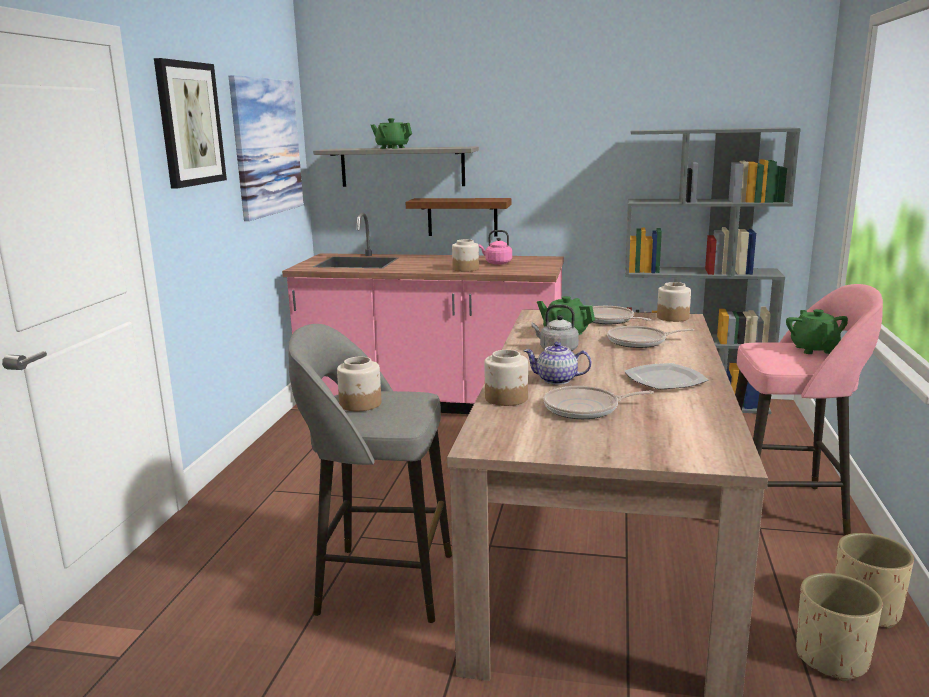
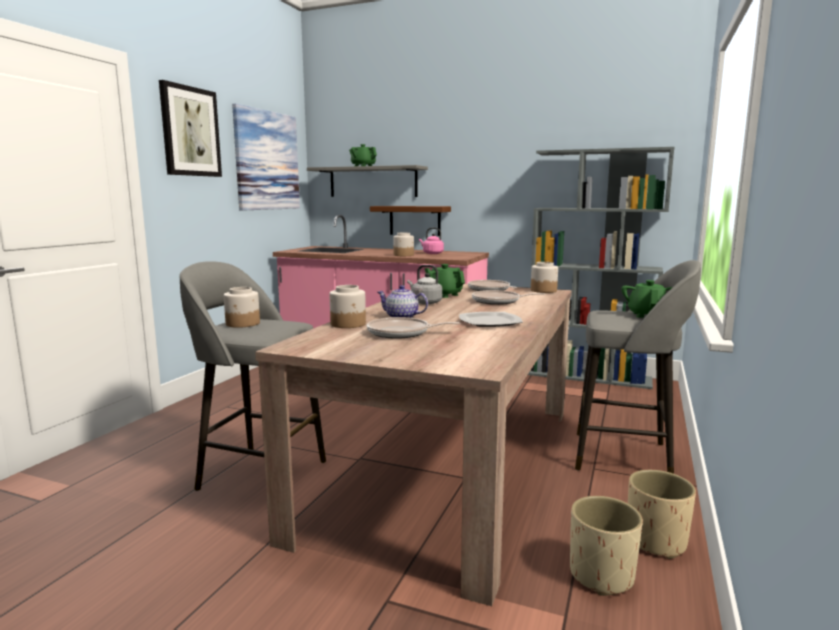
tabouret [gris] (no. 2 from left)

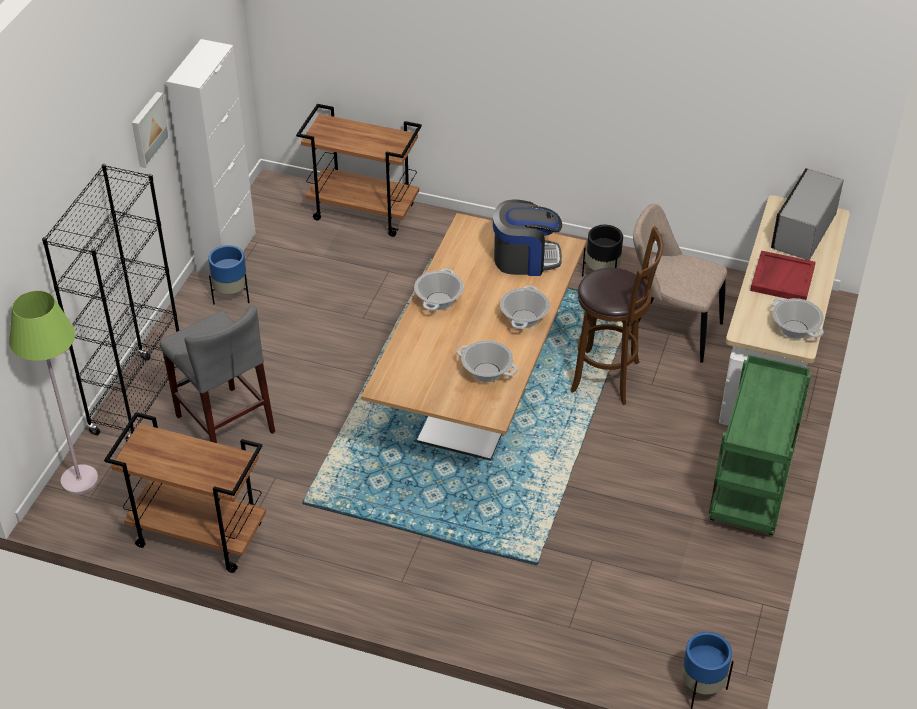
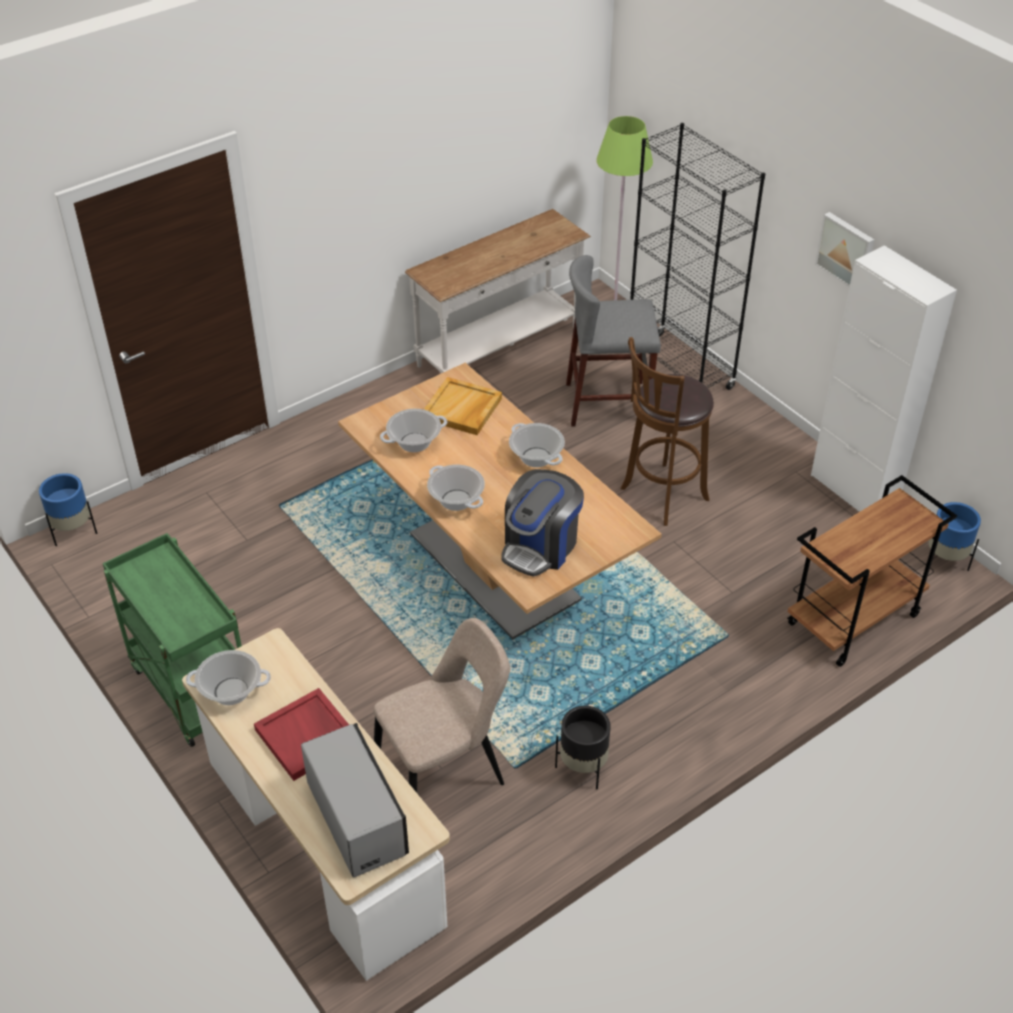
tabouret [marron]; cache-pot [bleu] (no. 2 from left); table console [blanc]; plateau [beige]

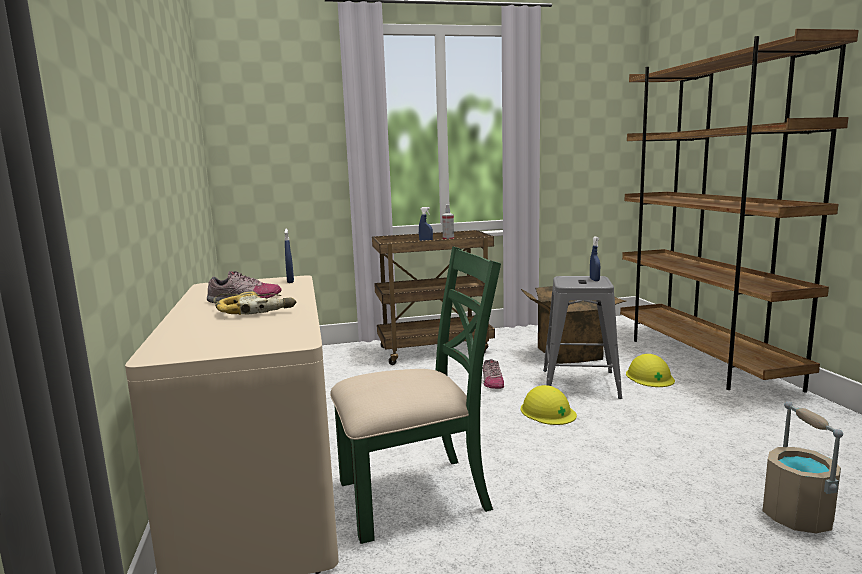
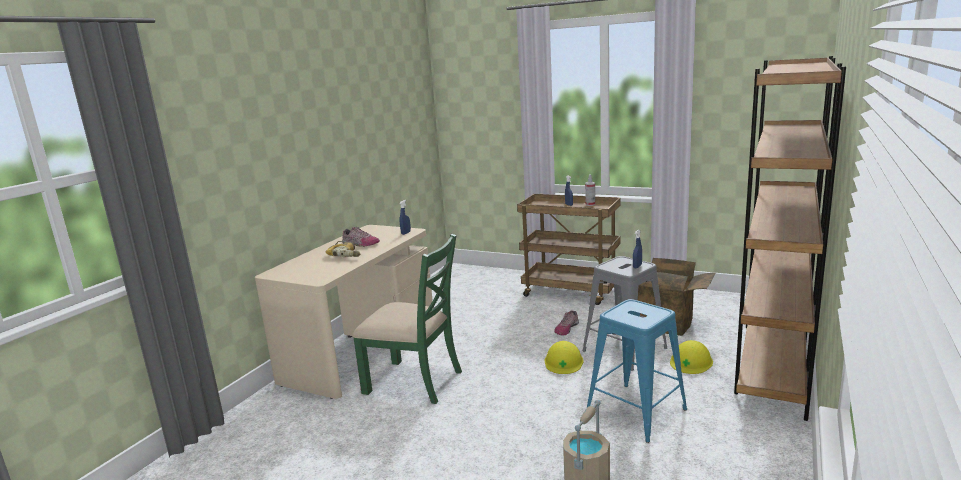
tabouret [bleu]

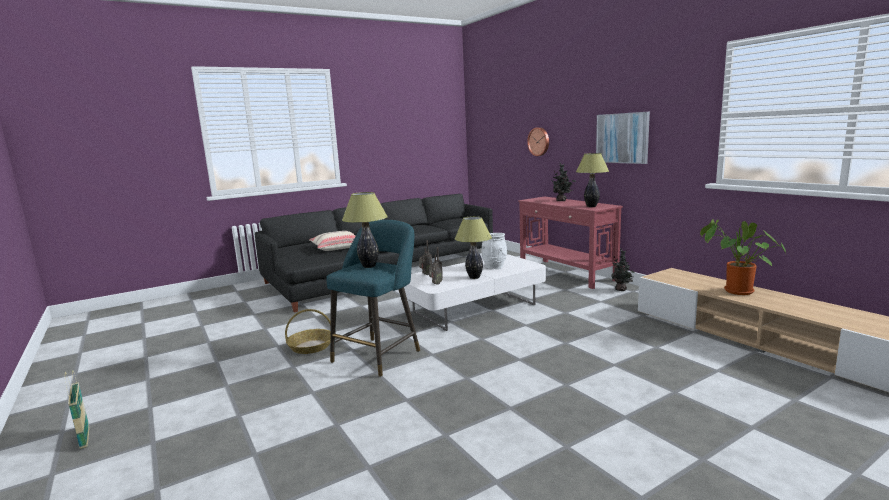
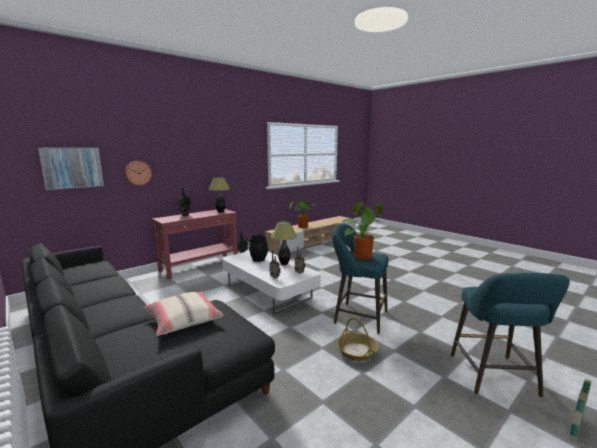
tableau; plante en pot (no. 4 from left); vase [noir]; tabouret [turquoise] (no. 2 from left)

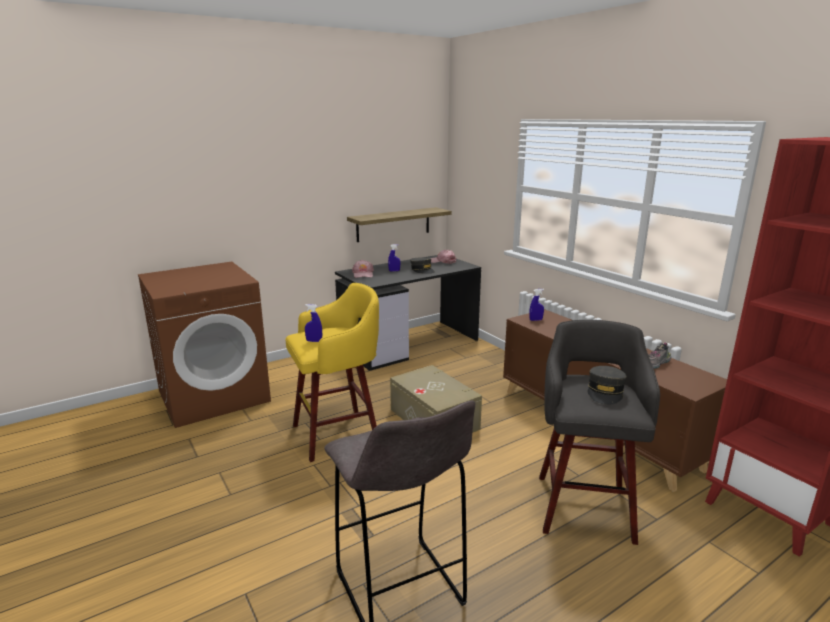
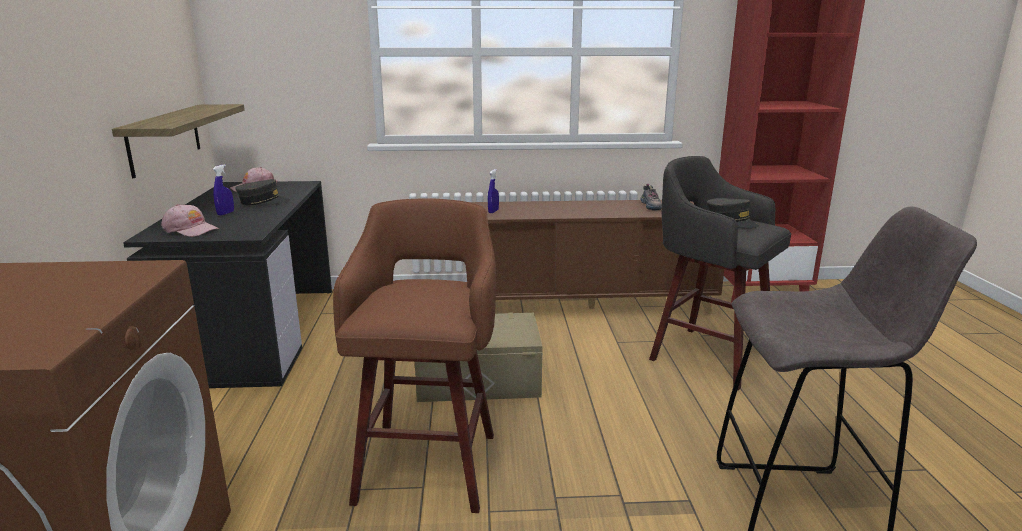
tabouret [marron]; vaporisateur [bleu] (no. 1 from left in the first image)

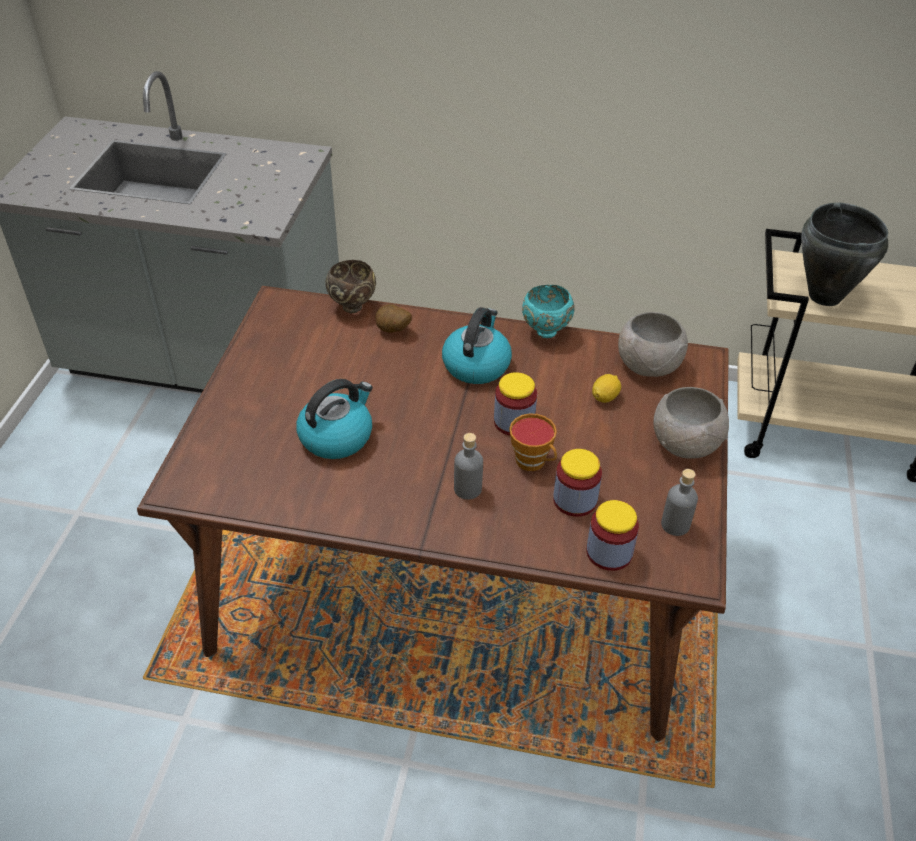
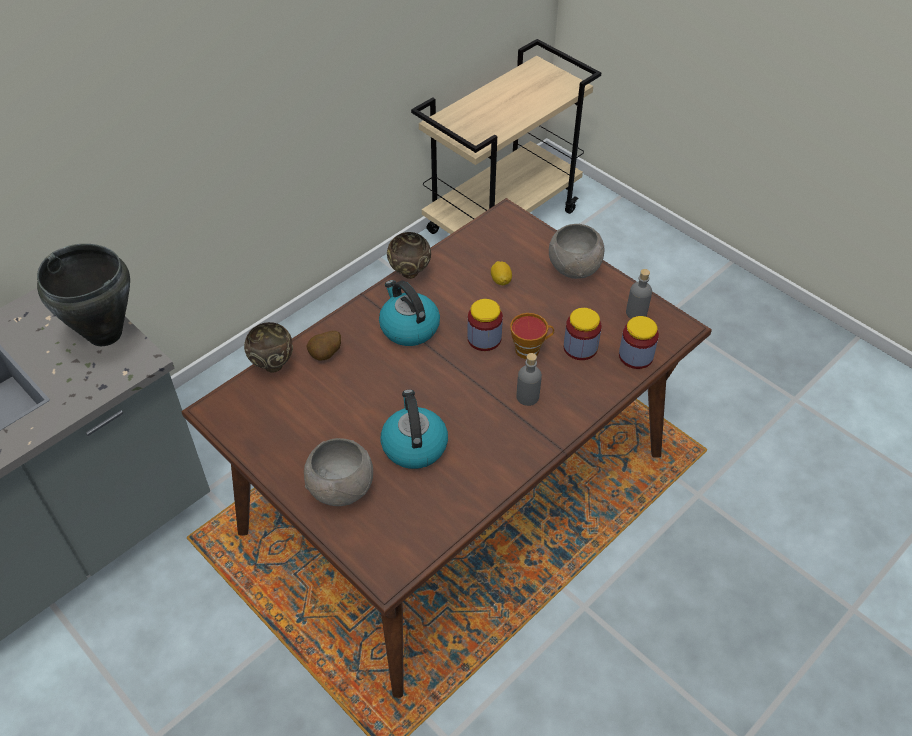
marmite [noir]; bol [marron] (no. 2 from left); bol [gris] (no. 1 from left)

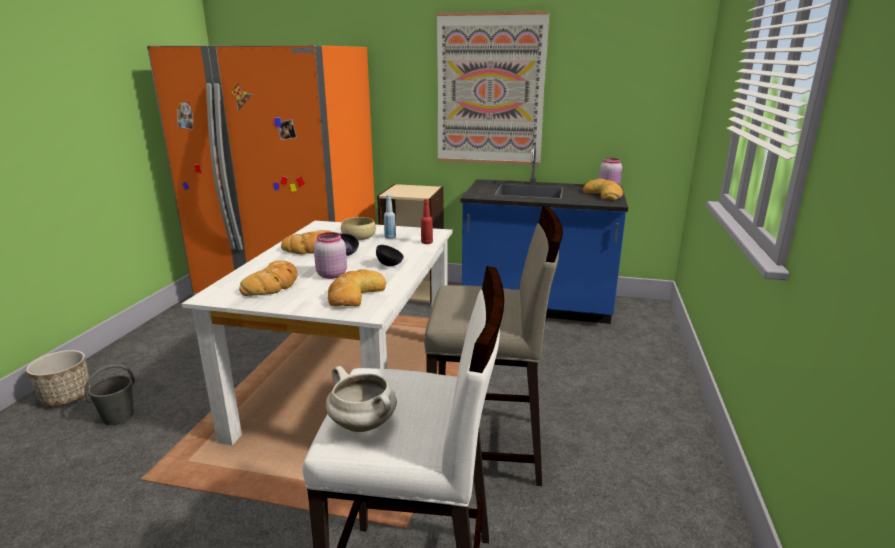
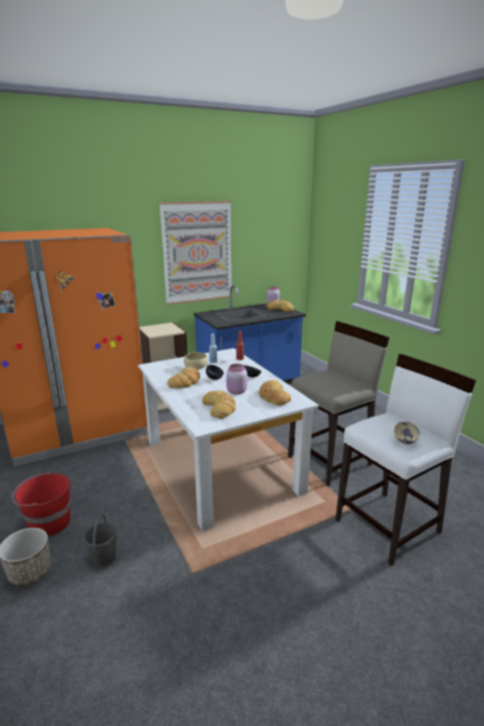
bol [beige] (no. 2 from left); seau [rouge]

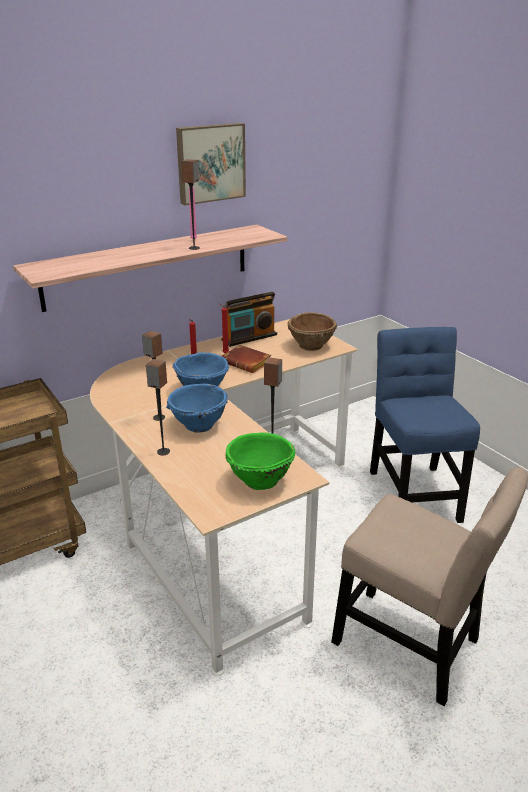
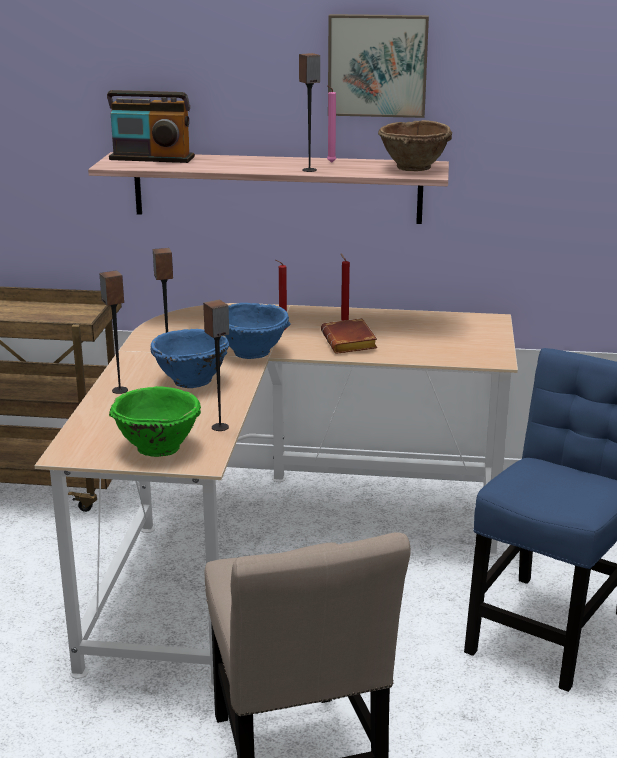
radio; bol [marron]

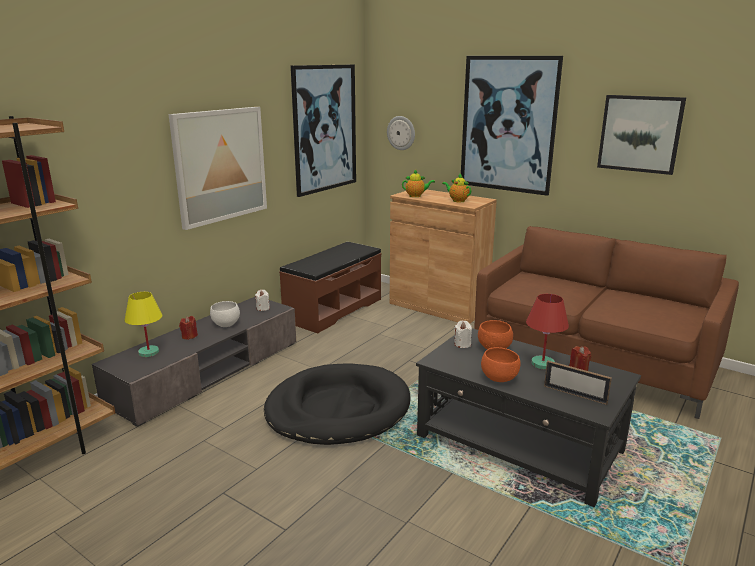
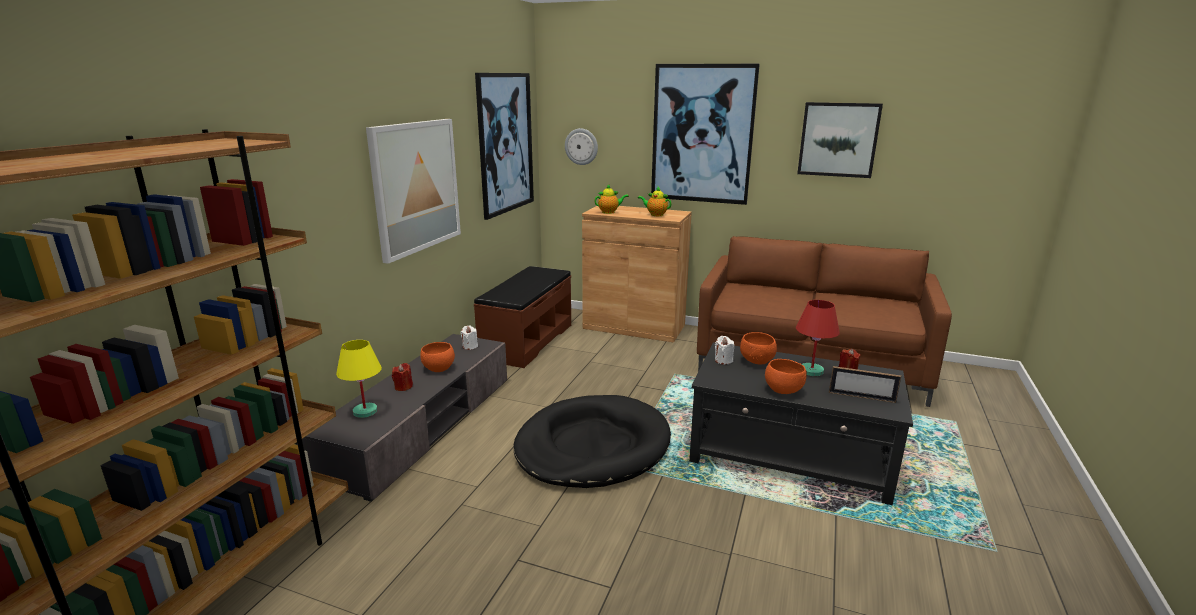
bol [orange] (no. 1 from left)

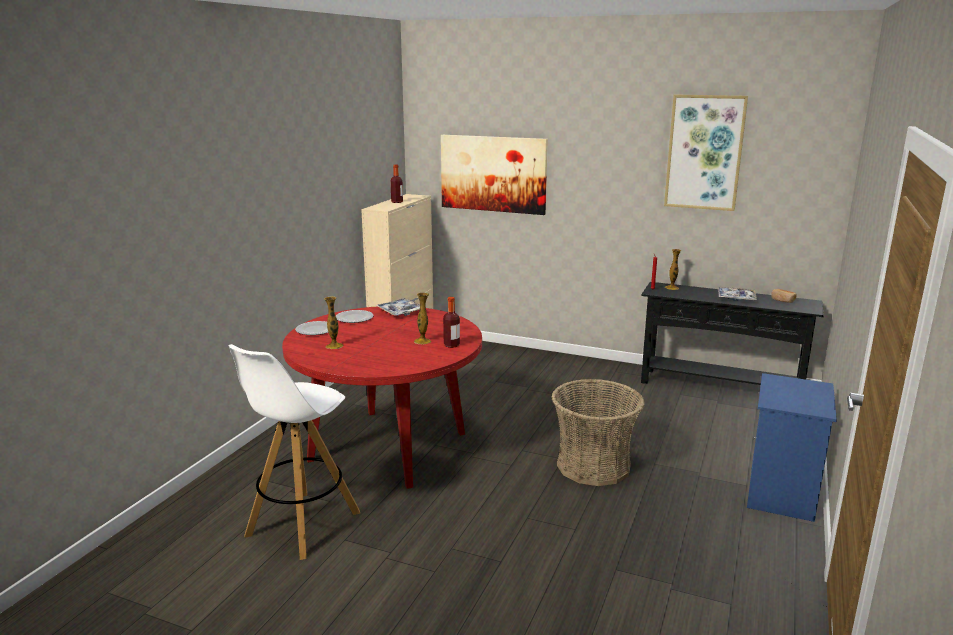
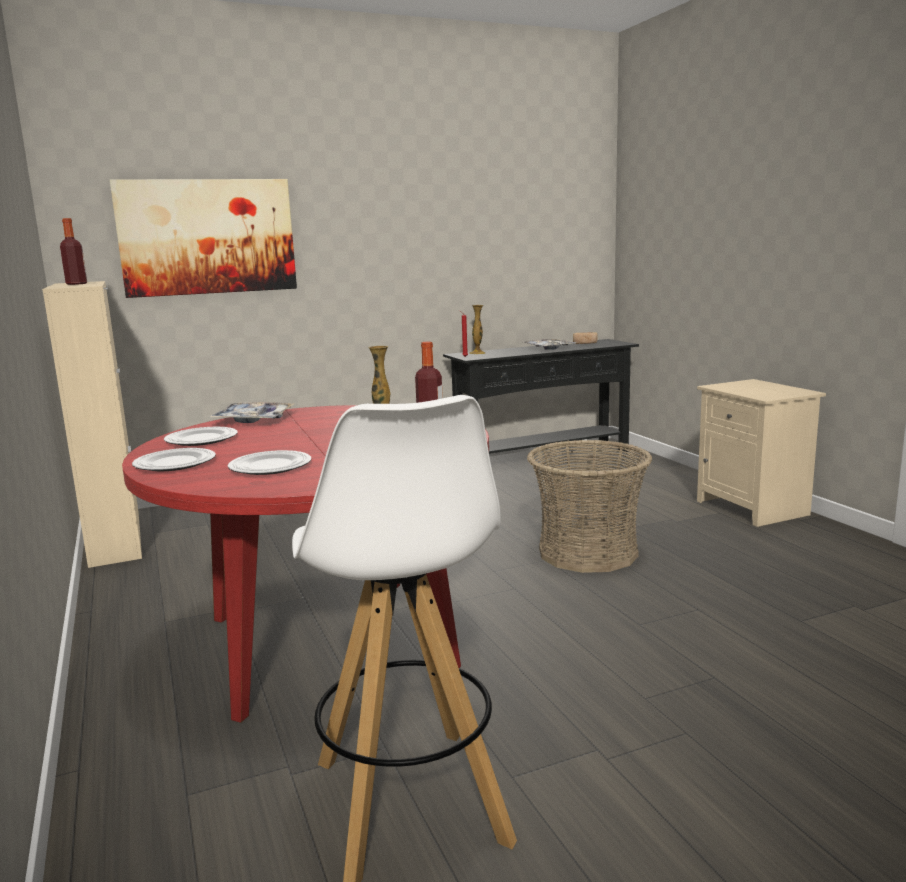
tableau (no. 2 from left in the first image); assiette (no. 3 from left); table de chevet [beige]

